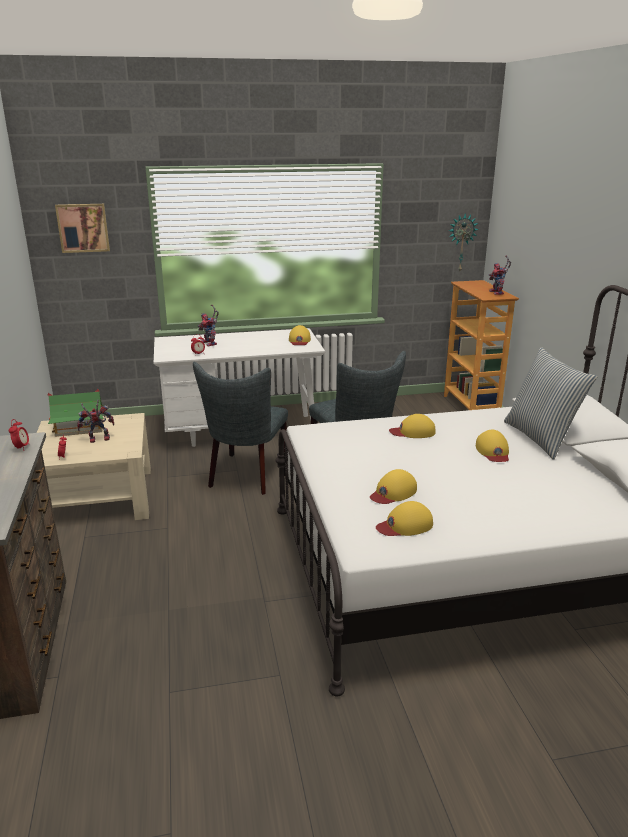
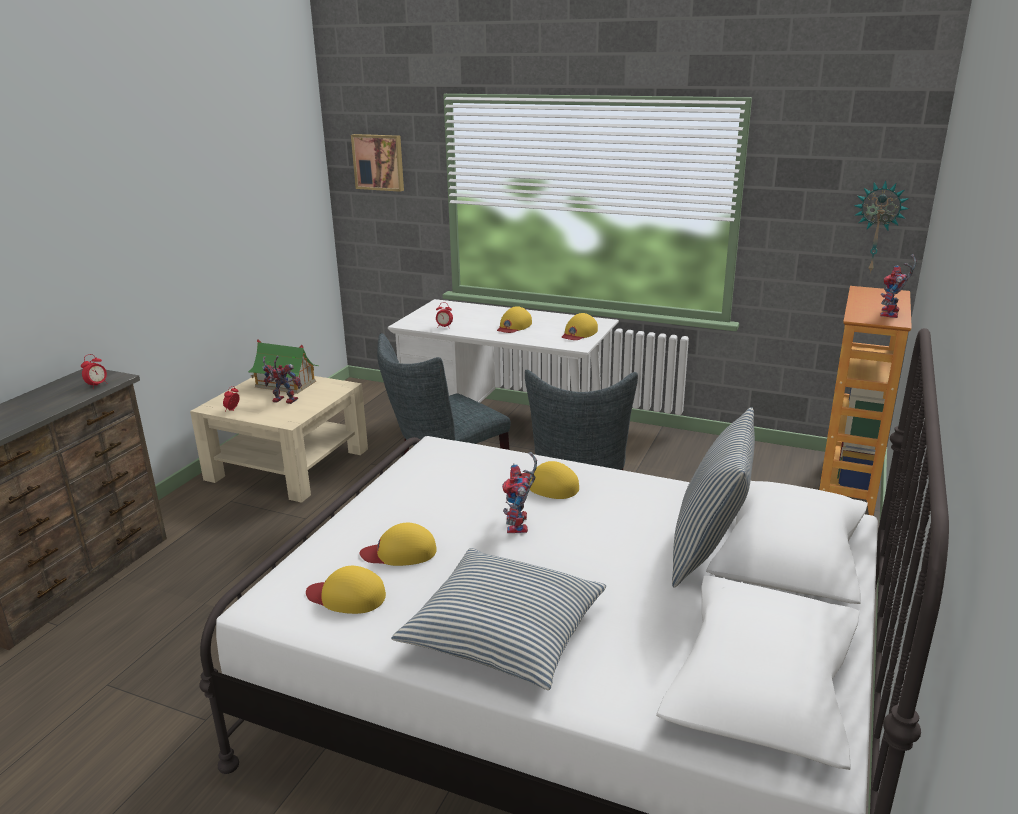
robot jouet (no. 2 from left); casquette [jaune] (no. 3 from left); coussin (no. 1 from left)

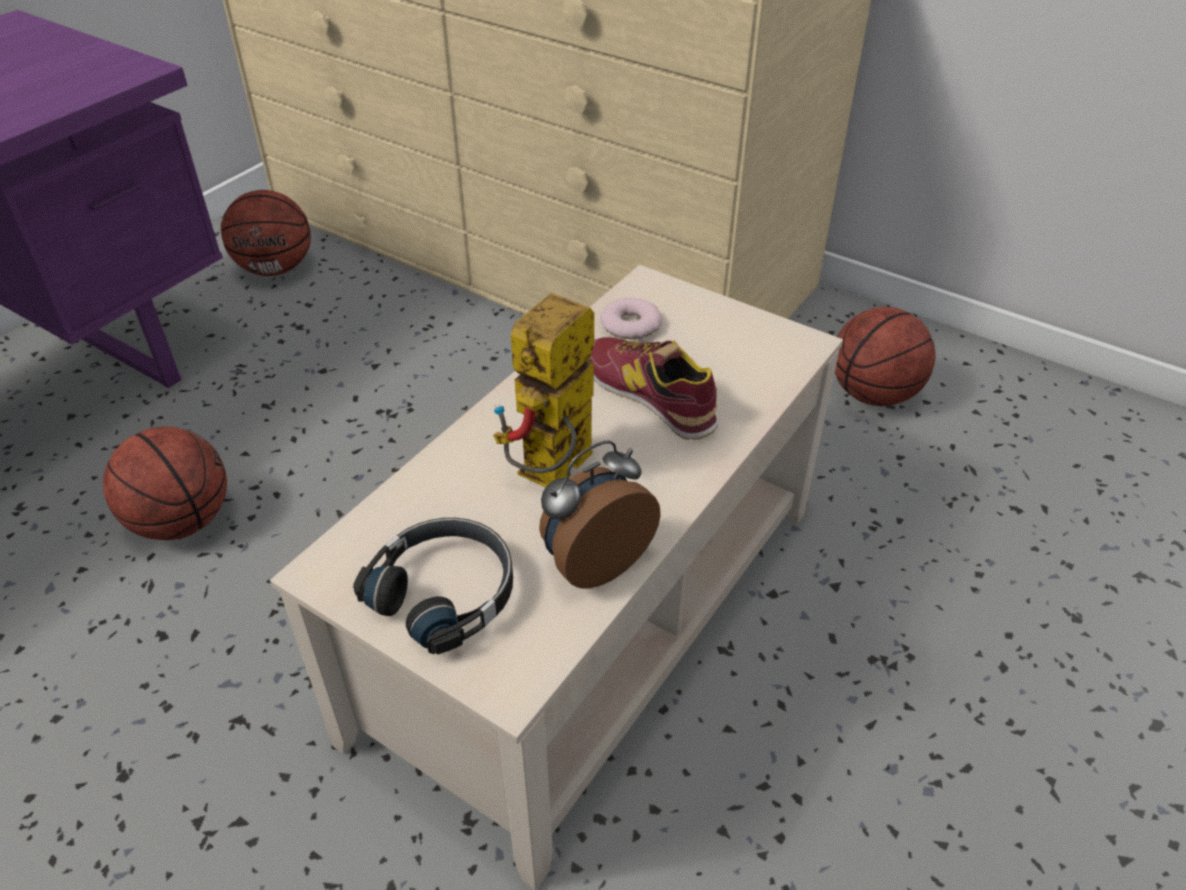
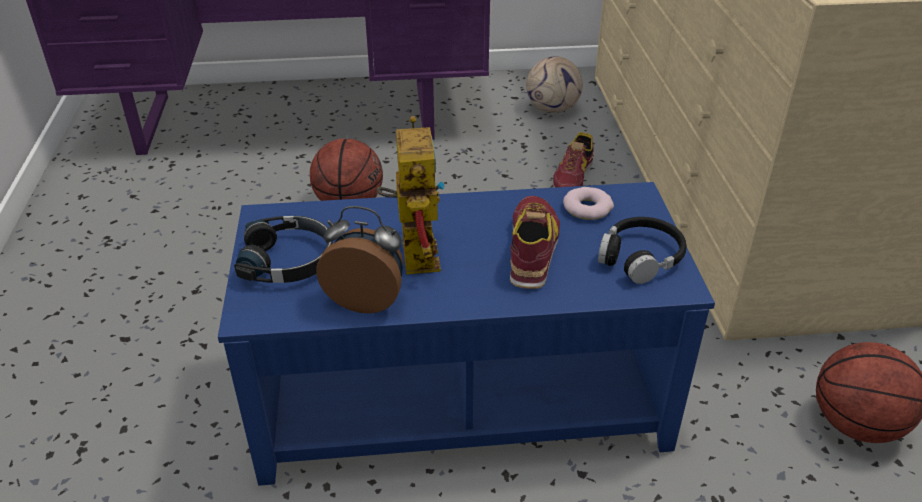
ballon de foot; table basse [bleu]; robot jouet; chaussure (no. 2 from left); casque audio [noir] (no. 2 from left)

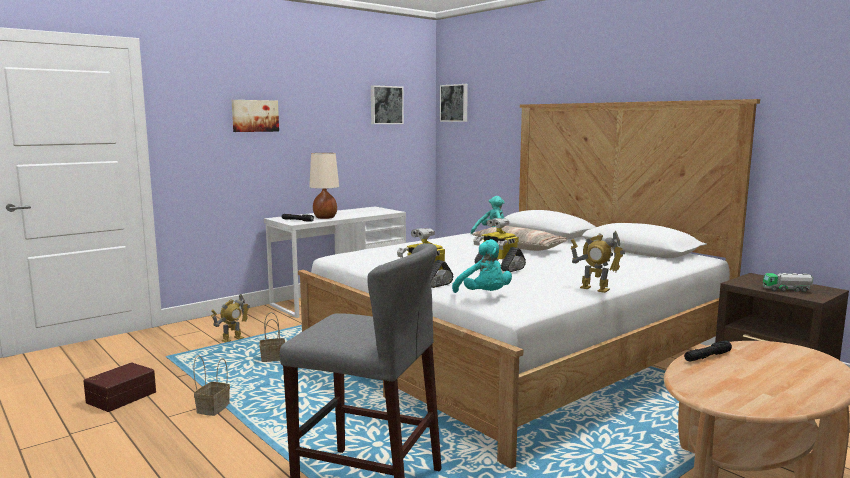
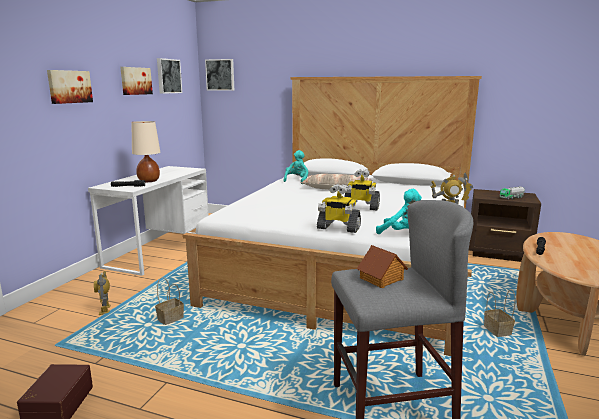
robot jouet (no. 1 from left); panier (no. 2 from left); tableau (no. 2 from left); maison miniature

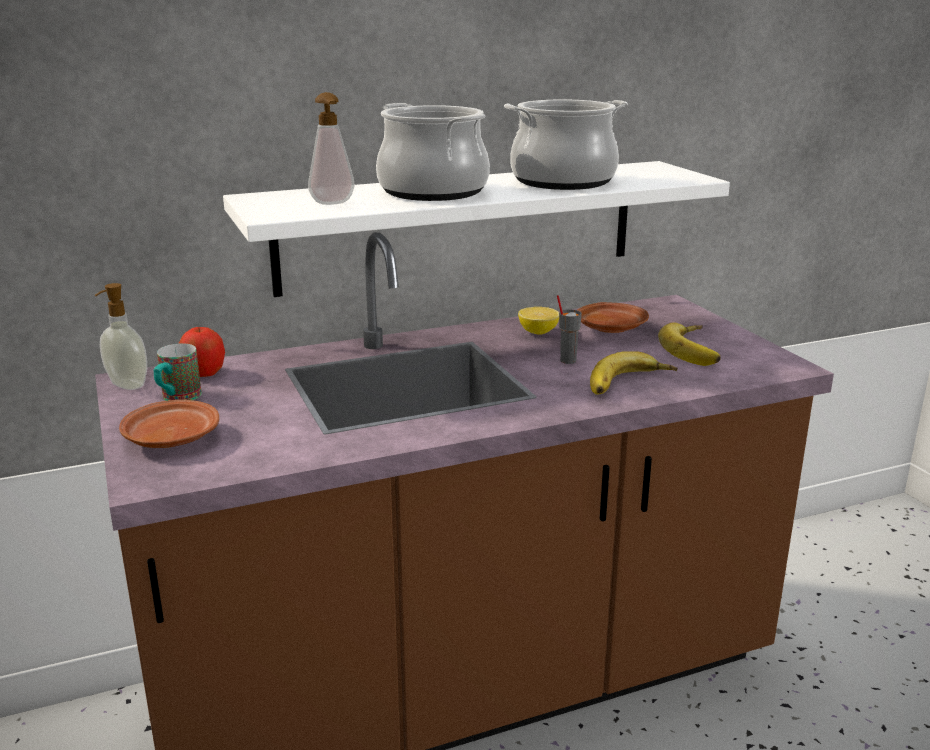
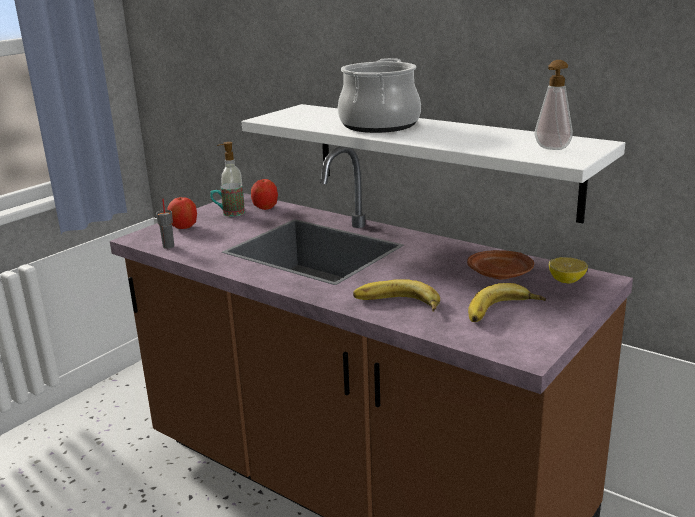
distributeur de savon (no. 2 from left); marmite (no. 2 from left in the first image); tasse [gris]; citron; pomme (no. 1 from left)

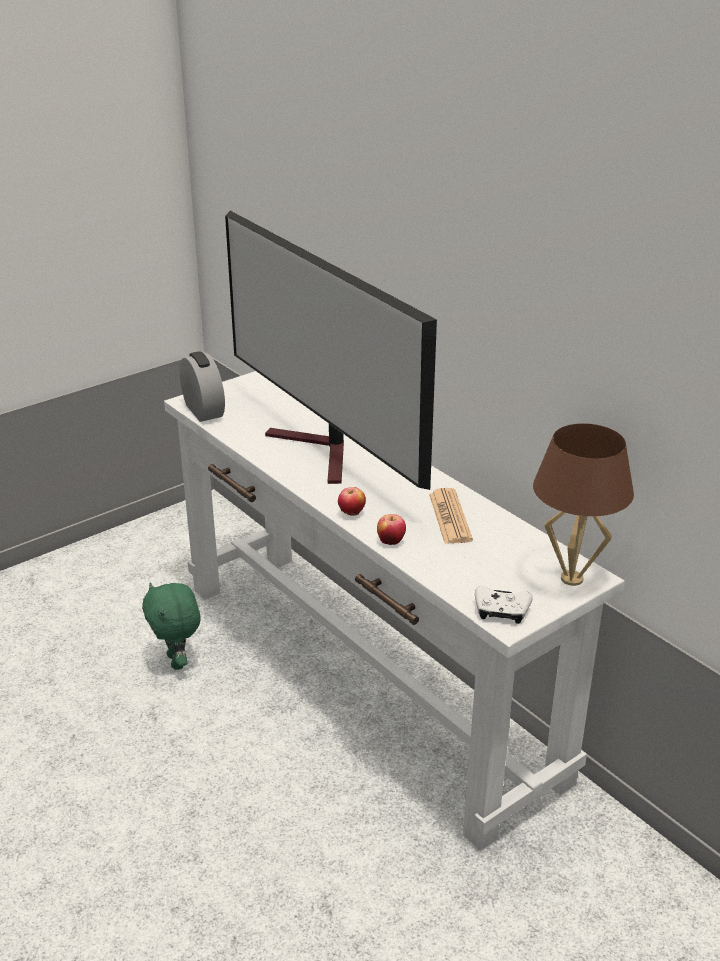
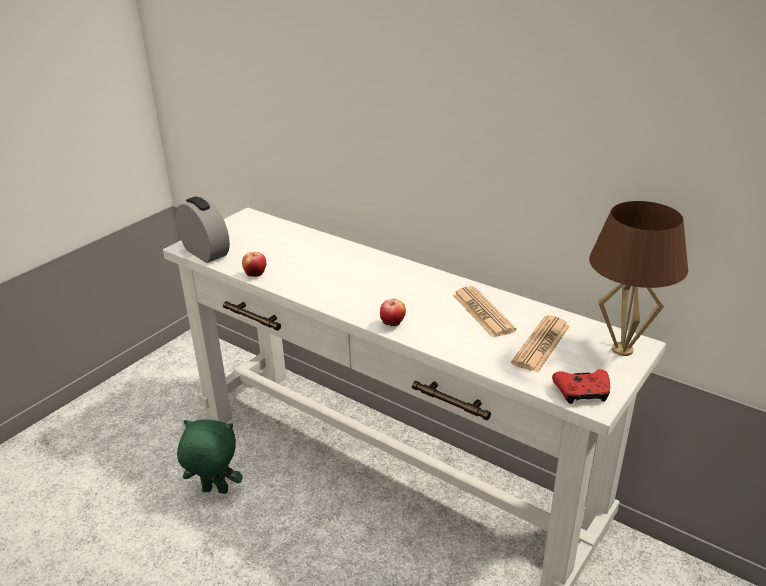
téléviseur; pomme (no. 1 from left); peluche [vert]; manette [rouge]; journal (no. 2 from left)

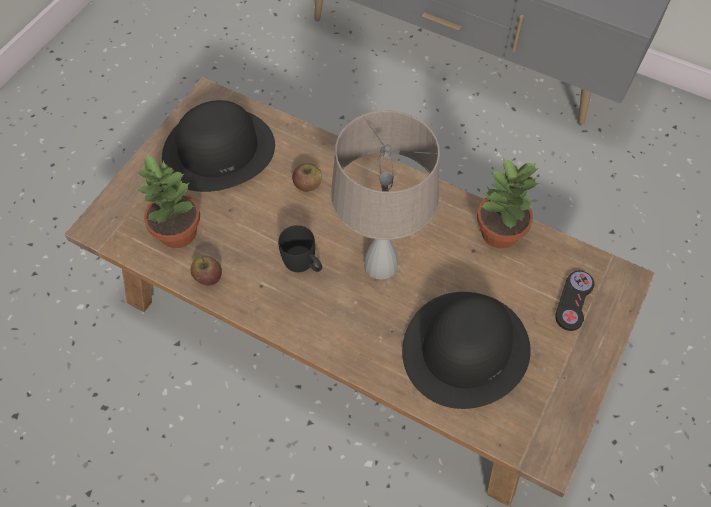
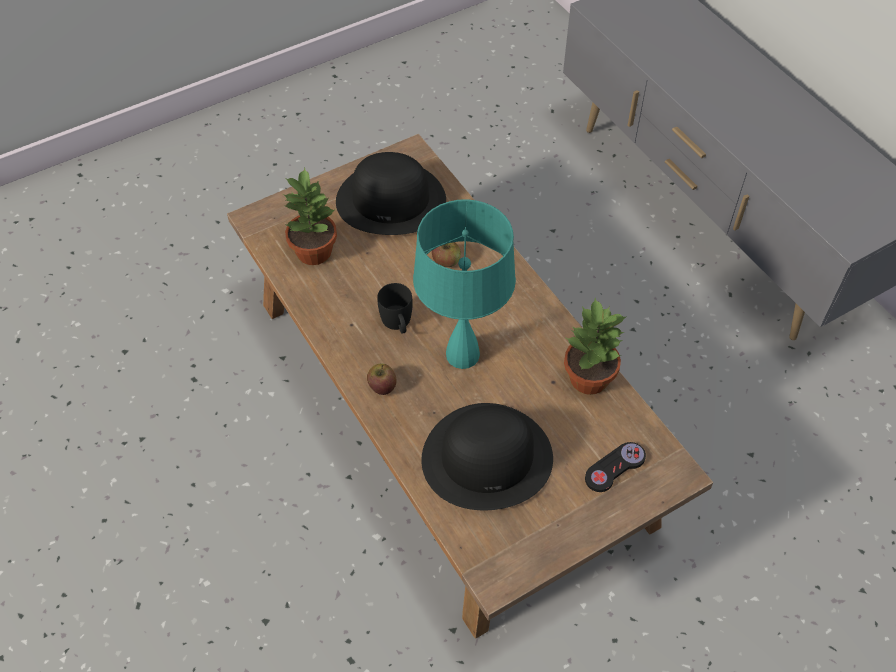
lampe de table [turquoise]; pomme (no. 1 from left)

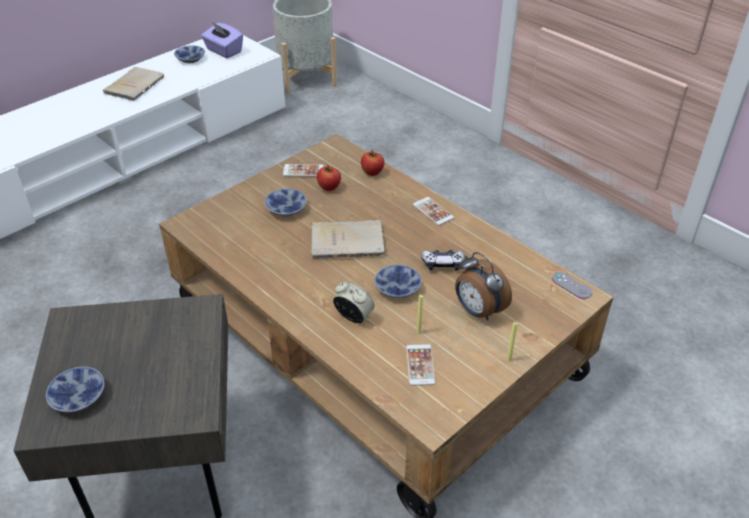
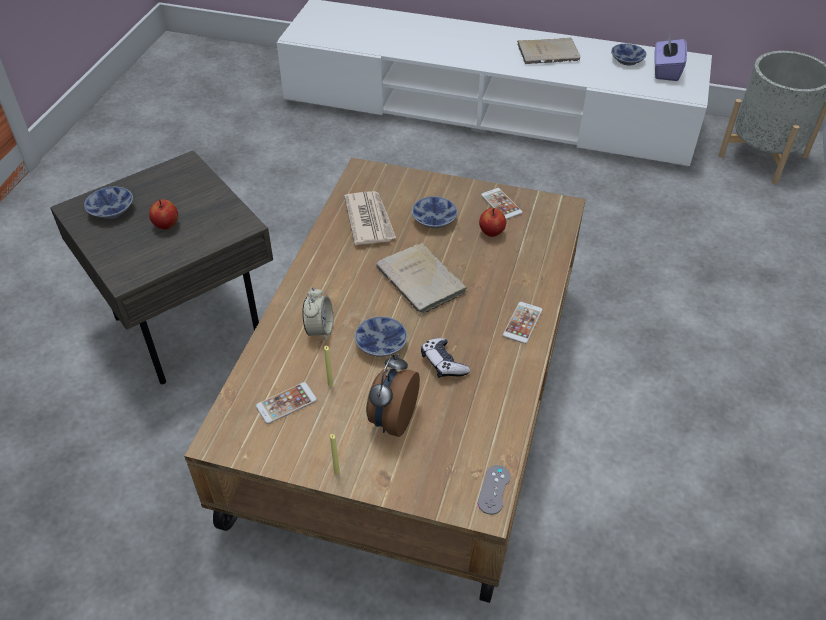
pomme (no. 1 from left); journal

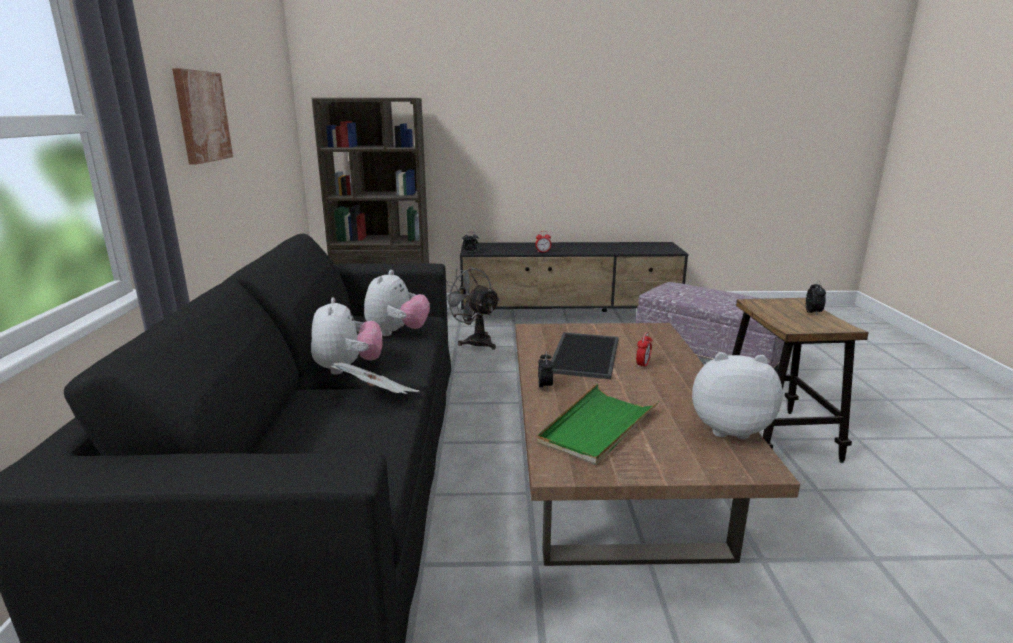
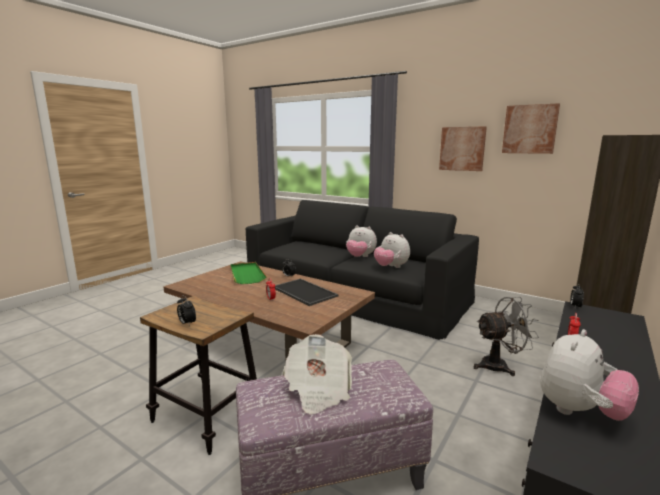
peluche (no. 3 from left); journal; tableau (no. 2 from left)

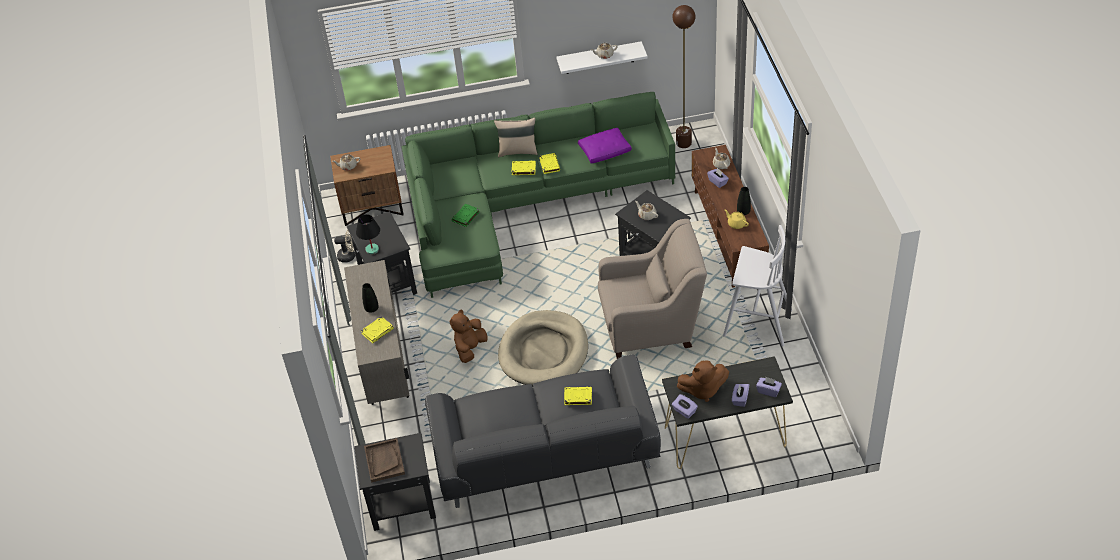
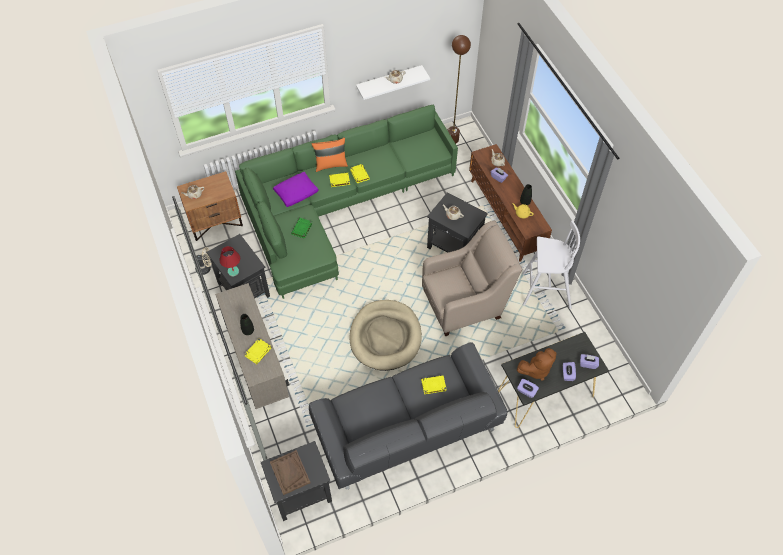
coussin [orange]; coussin [violet]; lampe de table [rouge]; peluche [marron] (no. 1 from left in the first image)

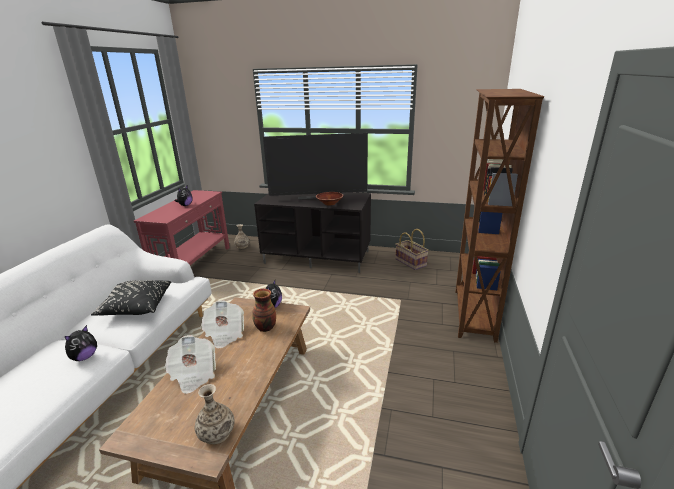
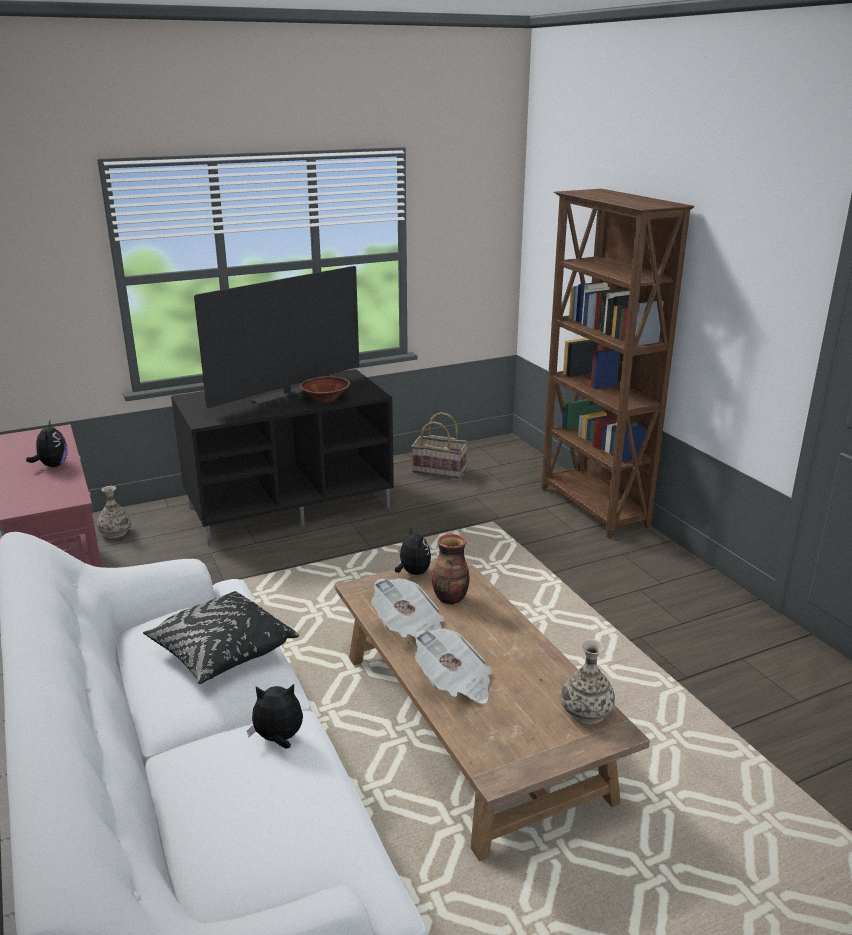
peluche (no. 2 from left)

